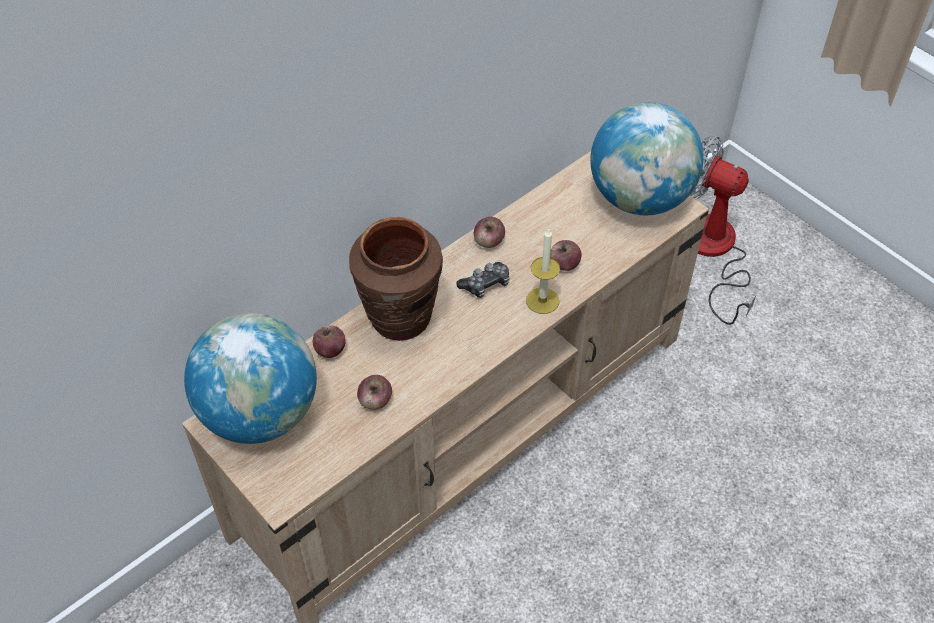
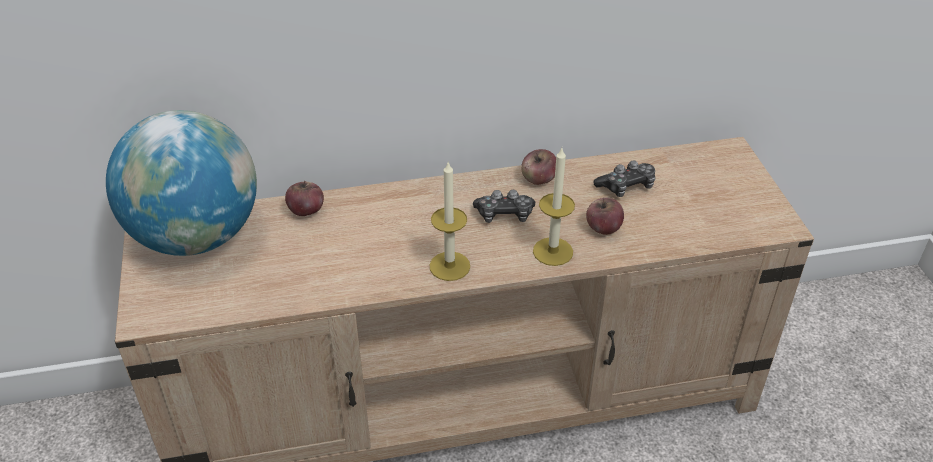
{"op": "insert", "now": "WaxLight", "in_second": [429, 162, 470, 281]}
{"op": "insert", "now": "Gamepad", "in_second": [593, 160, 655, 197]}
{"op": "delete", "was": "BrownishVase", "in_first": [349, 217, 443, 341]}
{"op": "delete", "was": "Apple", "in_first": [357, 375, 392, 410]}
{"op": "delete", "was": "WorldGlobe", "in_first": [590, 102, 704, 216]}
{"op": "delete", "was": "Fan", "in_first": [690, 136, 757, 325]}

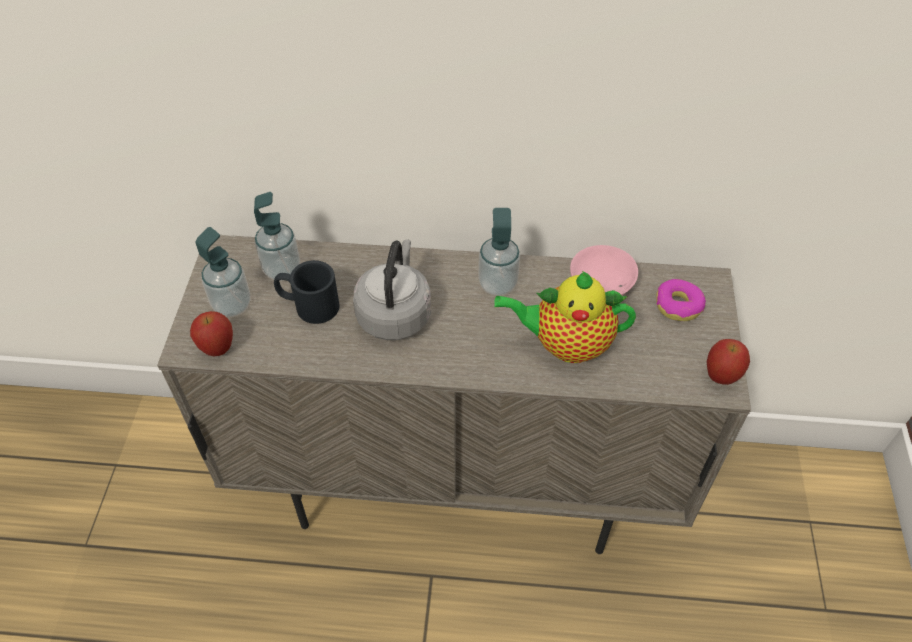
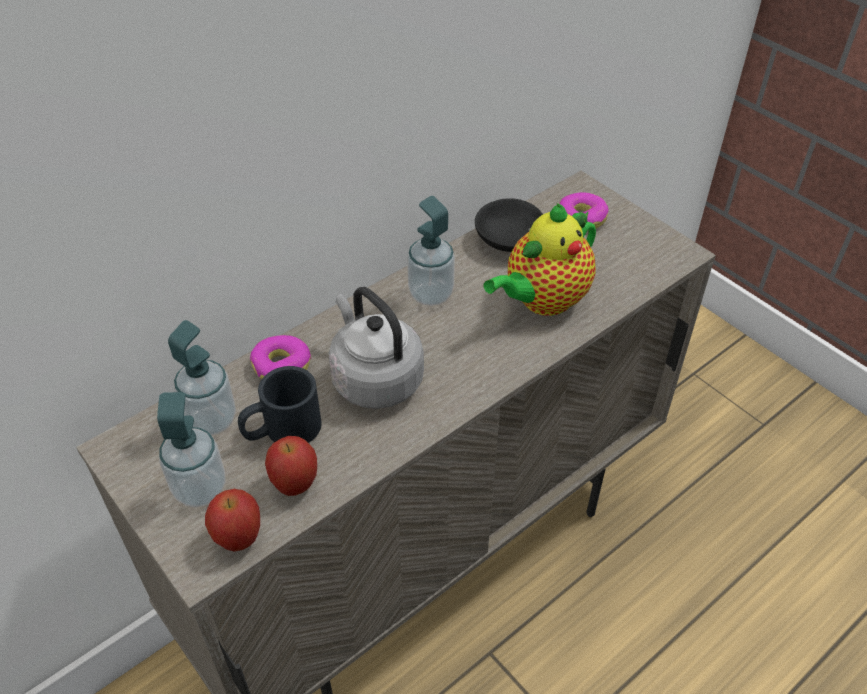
{"op": "insert", "now": "Doughnut", "in_second": [250, 335, 311, 379]}
{"op": "move", "was": "Apple", "in_first": [706, 339, 750, 385], "in_second": [265, 436, 317, 496]}
{"op": "recolor", "was": "PinkishBowl", "now": "BlackColouredBowl", "in_first": [570, 245, 638, 295], "in_second": [475, 198, 543, 252]}

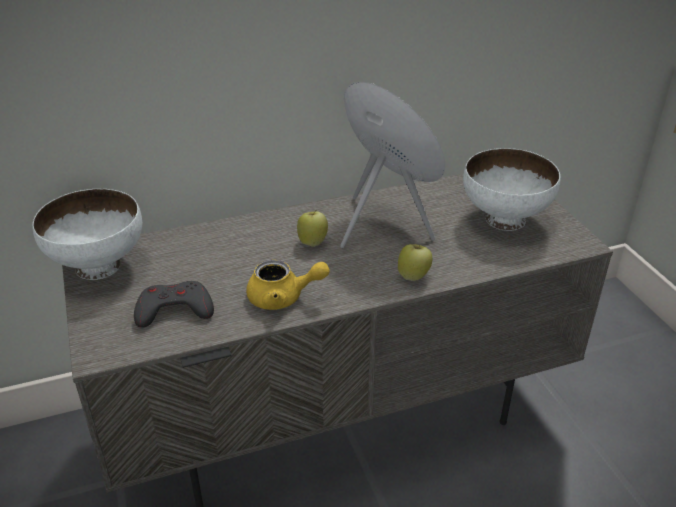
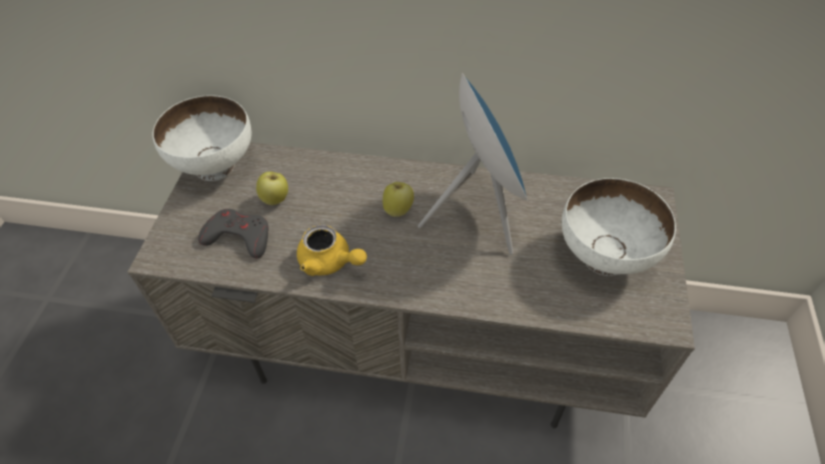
{"op": "move", "was": "Apple", "in_first": [398, 244, 432, 281], "in_second": [256, 172, 288, 205]}

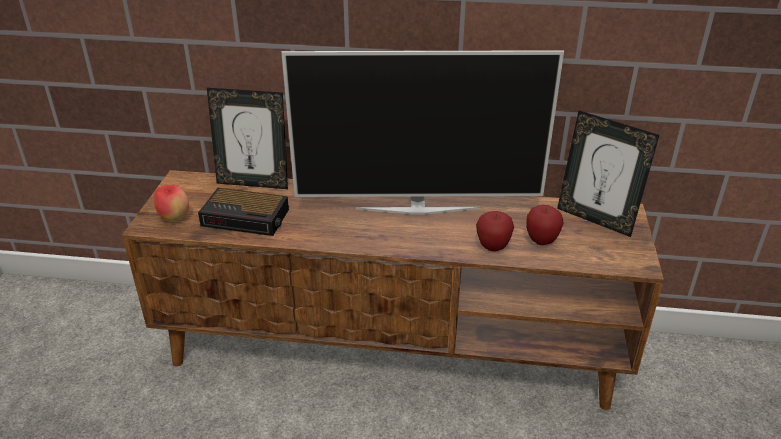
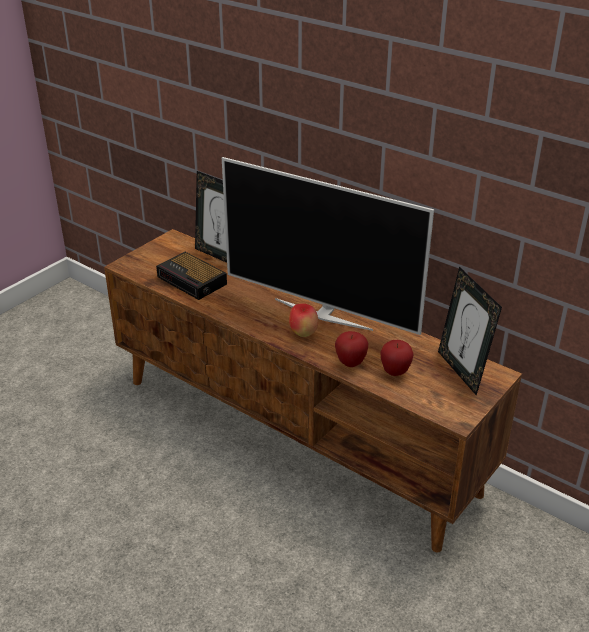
{"op": "move", "was": "Apple", "in_first": [154, 185, 189, 222], "in_second": [289, 303, 318, 337]}

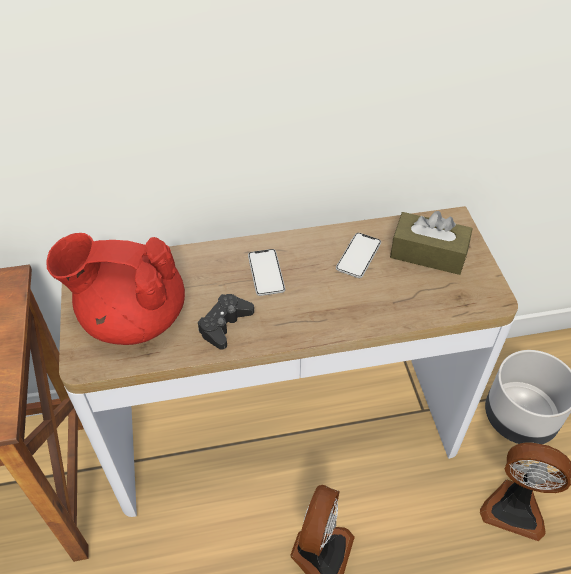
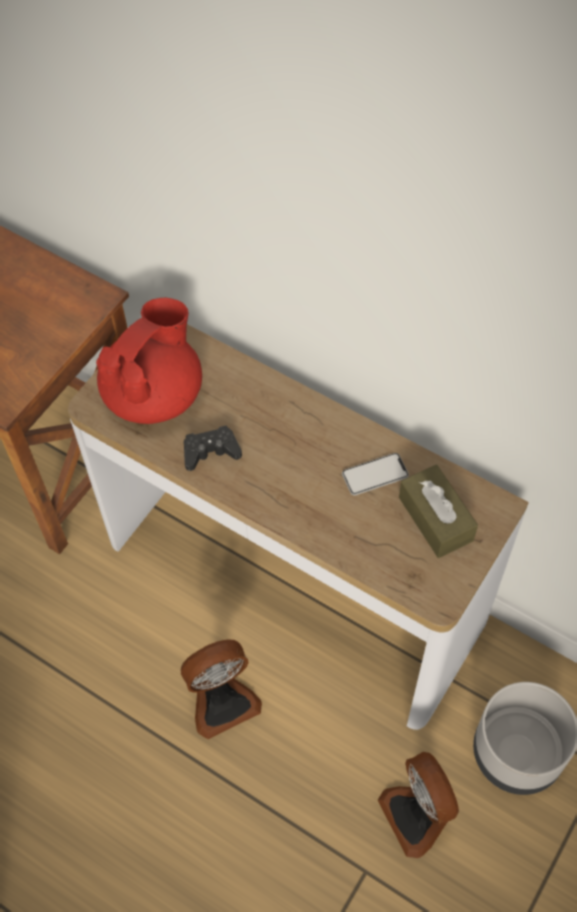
{"op": "rotate", "was": "ReddishTeapot", "in_first": [46, 233, 185, 345], "in_second": [96, 298, 202, 424], "clockwise": 75}
{"op": "delete", "was": "Telephone", "in_first": [248, 249, 285, 296]}

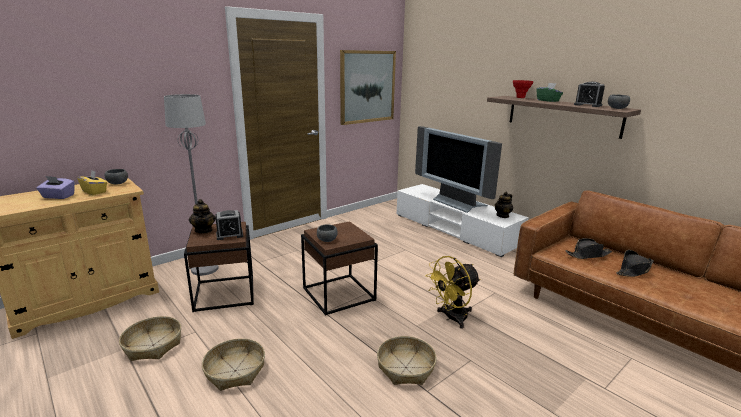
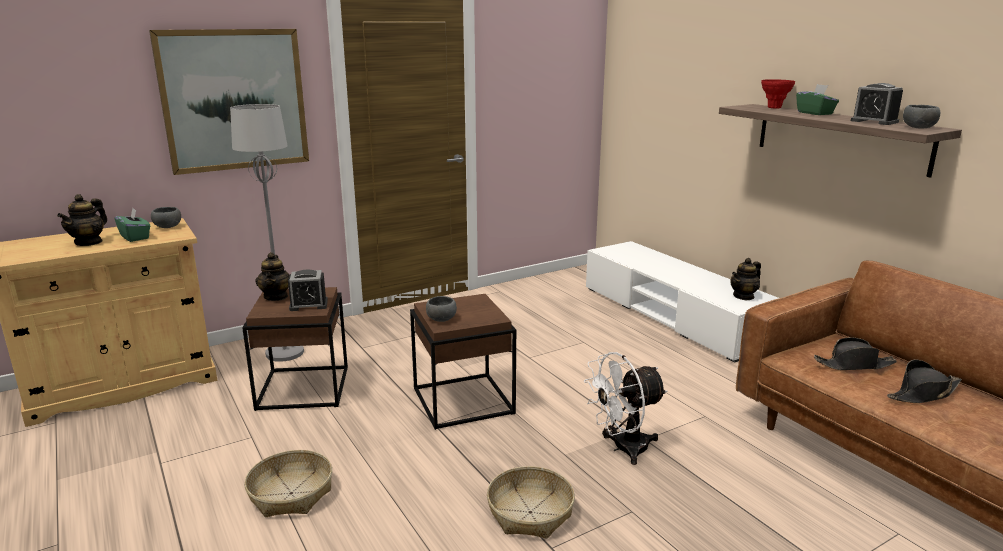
{"op": "replace", "was": "PurplishBoxOfTissues", "now": "Teapot", "in_first": [36, 176, 75, 199], "in_second": [57, 194, 107, 246]}
{"op": "recolor", "was": "YellowColouredBoxOfTissues", "now": "GreenColouredBoxOfTissues", "in_first": [77, 171, 107, 195], "in_second": [114, 208, 150, 242]}
{"op": "move", "was": "Picture", "in_first": [340, 50, 396, 125], "in_second": [149, 29, 309, 175]}
{"op": "recolor", "was": "YellowColouredFan", "now": "WhiteFan", "in_first": [426, 256, 481, 329], "in_second": [584, 352, 667, 465]}
{"op": "delete", "was": "HouseholdBasket", "in_first": [119, 316, 181, 361]}
{"op": "delete", "was": "Tv", "in_first": [415, 126, 502, 213]}

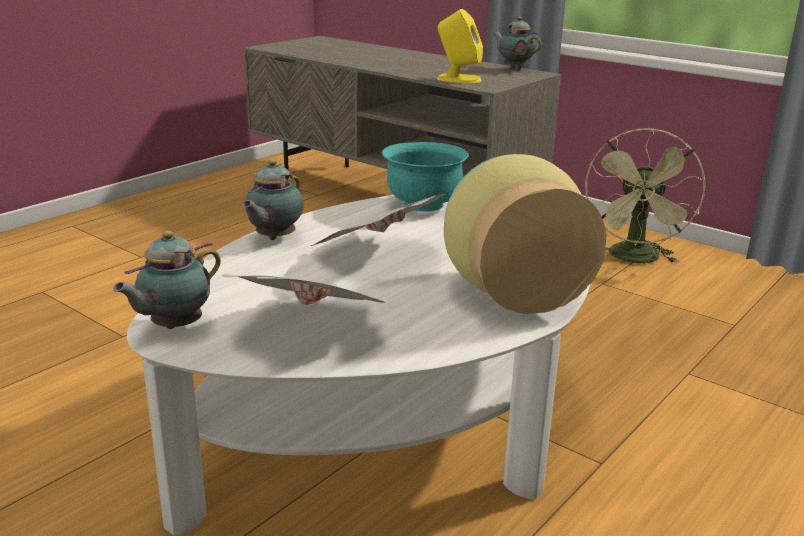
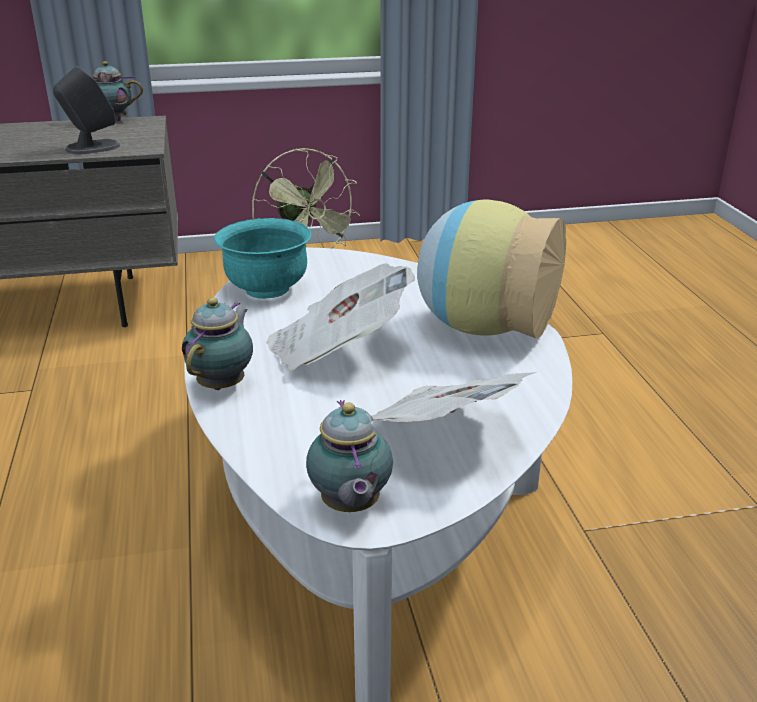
{"op": "recolor", "was": "YellowColouredLoudspeaker", "now": "GrayLoudspeaker", "in_first": [437, 9, 483, 83], "in_second": [53, 66, 120, 155]}
{"op": "rotate", "was": "Teapot", "in_first": [242, 159, 304, 240], "in_second": [182, 298, 253, 390], "clockwise": -135}

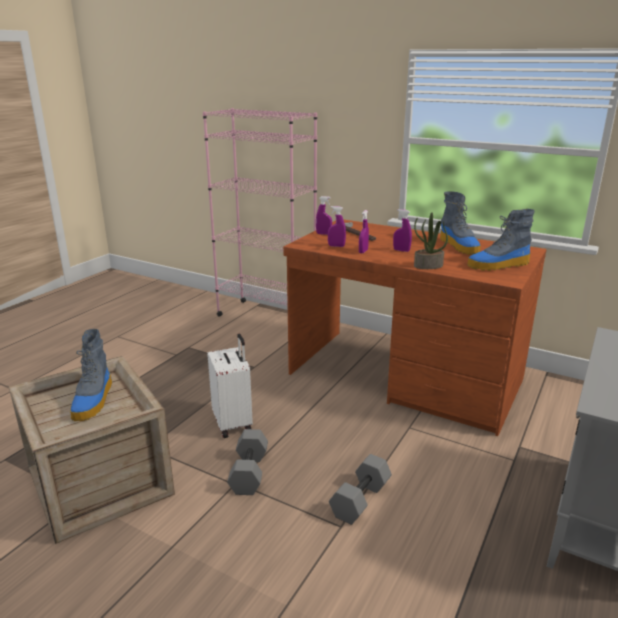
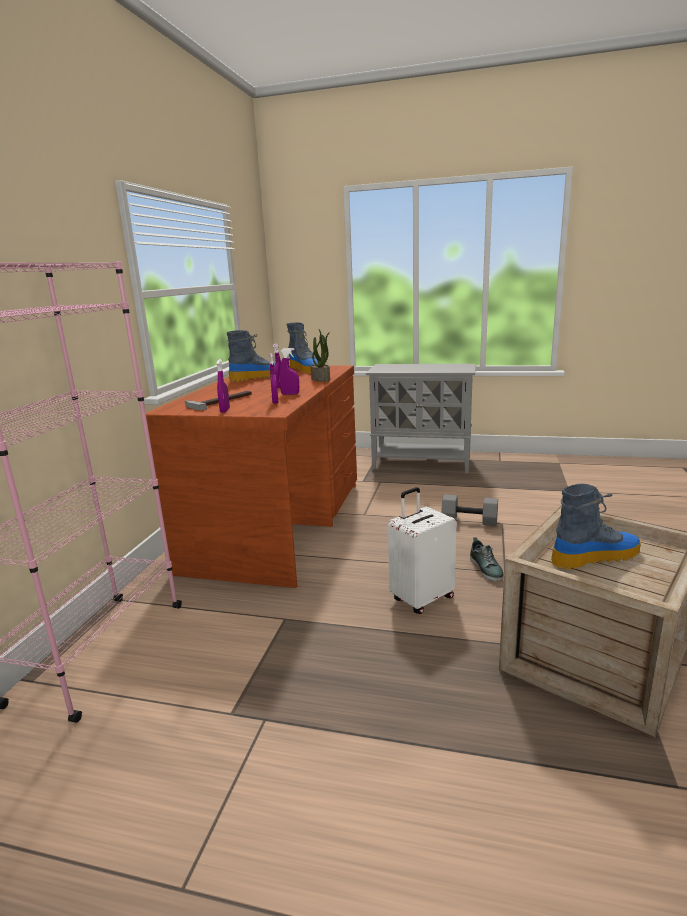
{"op": "replace", "was": "GrayFreeWeight", "now": "LowShoe", "in_first": [227, 429, 268, 495], "in_second": [470, 537, 504, 582]}

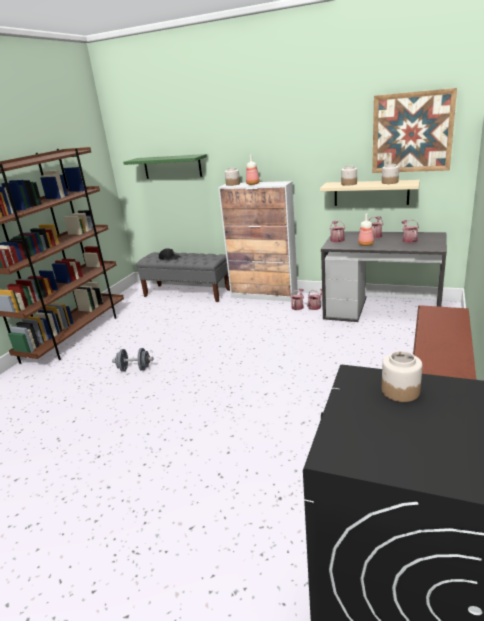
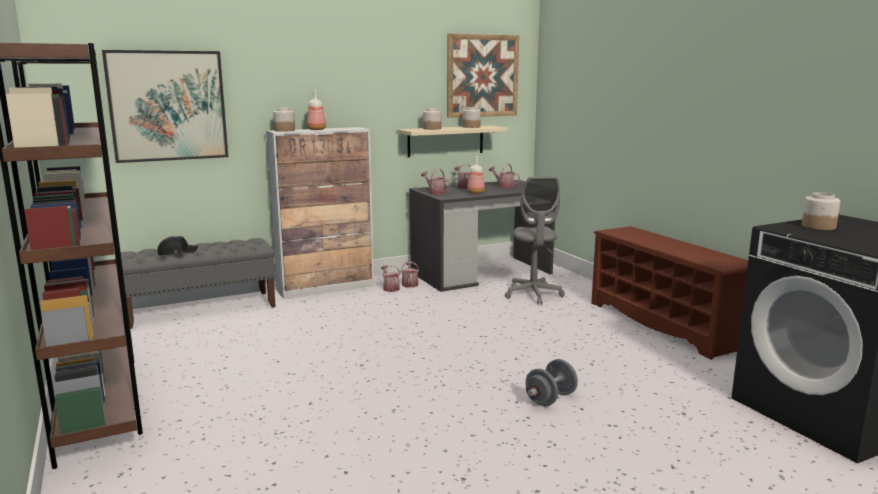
{"op": "replace", "was": "GreenColouredWallShelf", "now": "Picture", "in_first": [123, 154, 207, 179], "in_second": [102, 50, 228, 163]}
{"op": "insert", "now": "GrayOfficeChair", "in_second": [505, 176, 565, 305]}
{"op": "move", "was": "GrayFreeWeight", "in_first": [112, 348, 153, 372], "in_second": [526, 359, 578, 406]}

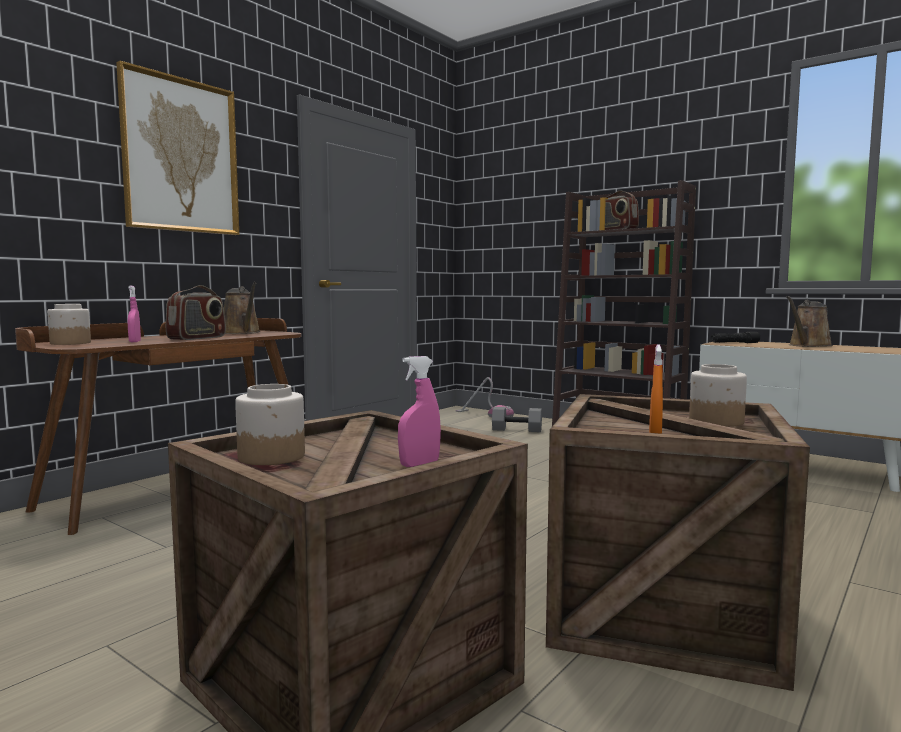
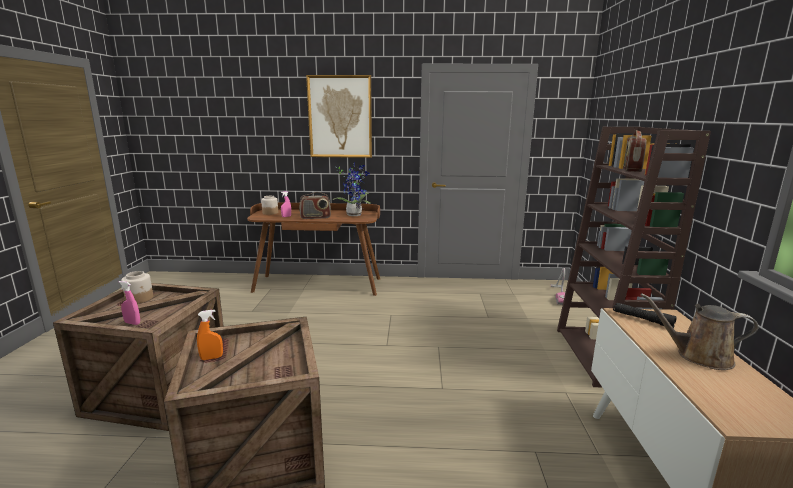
{"op": "replace", "was": "BrownishSprinklingCan", "now": "PlantInAPot", "in_first": [224, 282, 260, 334], "in_second": [333, 162, 371, 216]}
{"op": "delete", "was": "GrayFreeWeight", "in_first": [492, 407, 542, 432]}
{"op": "delete", "was": "StorageJar", "in_first": [689, 364, 747, 427]}

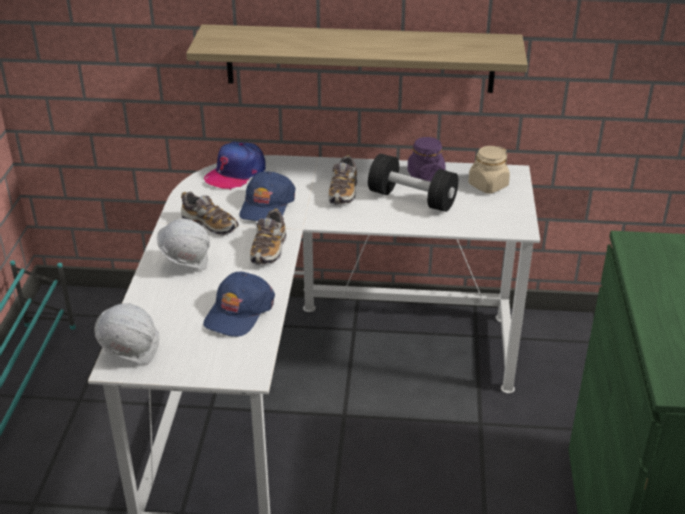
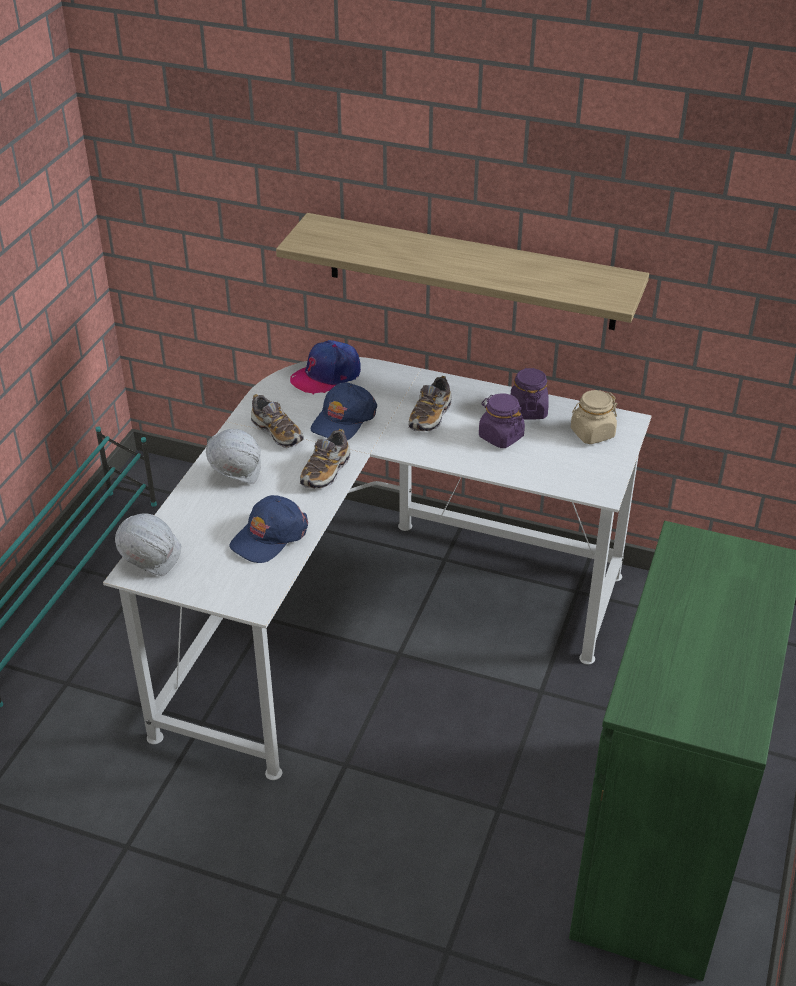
{"op": "replace", "was": "BlackColouredFreeWeight", "now": "PurplishStorageJar", "in_first": [368, 154, 458, 212], "in_second": [479, 393, 525, 448]}

